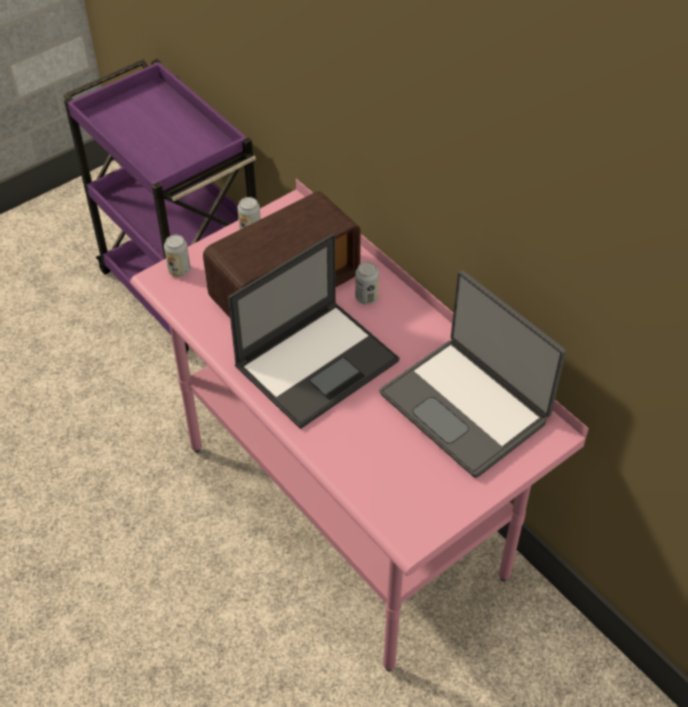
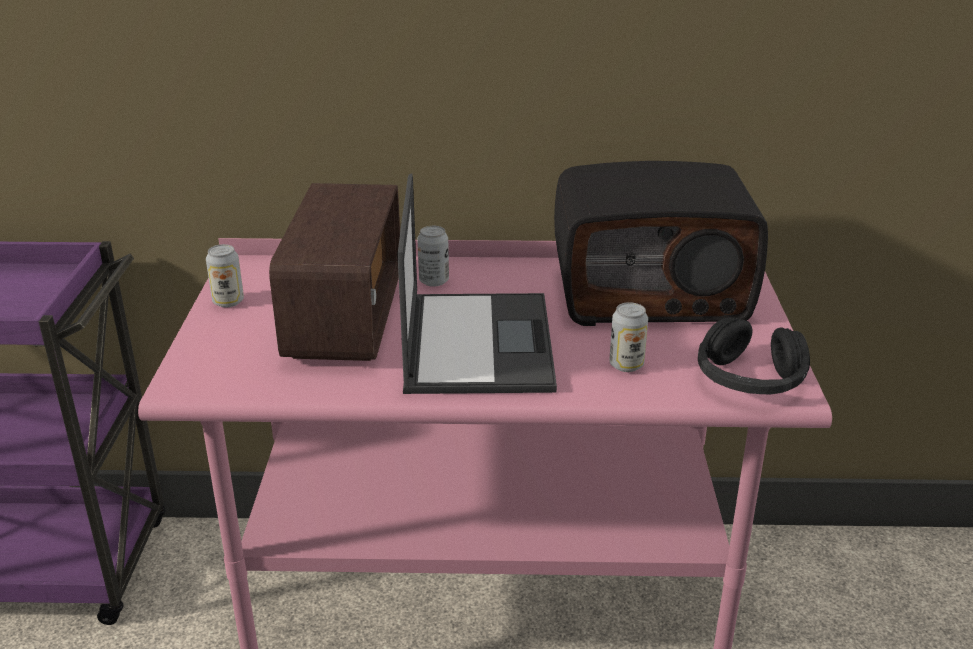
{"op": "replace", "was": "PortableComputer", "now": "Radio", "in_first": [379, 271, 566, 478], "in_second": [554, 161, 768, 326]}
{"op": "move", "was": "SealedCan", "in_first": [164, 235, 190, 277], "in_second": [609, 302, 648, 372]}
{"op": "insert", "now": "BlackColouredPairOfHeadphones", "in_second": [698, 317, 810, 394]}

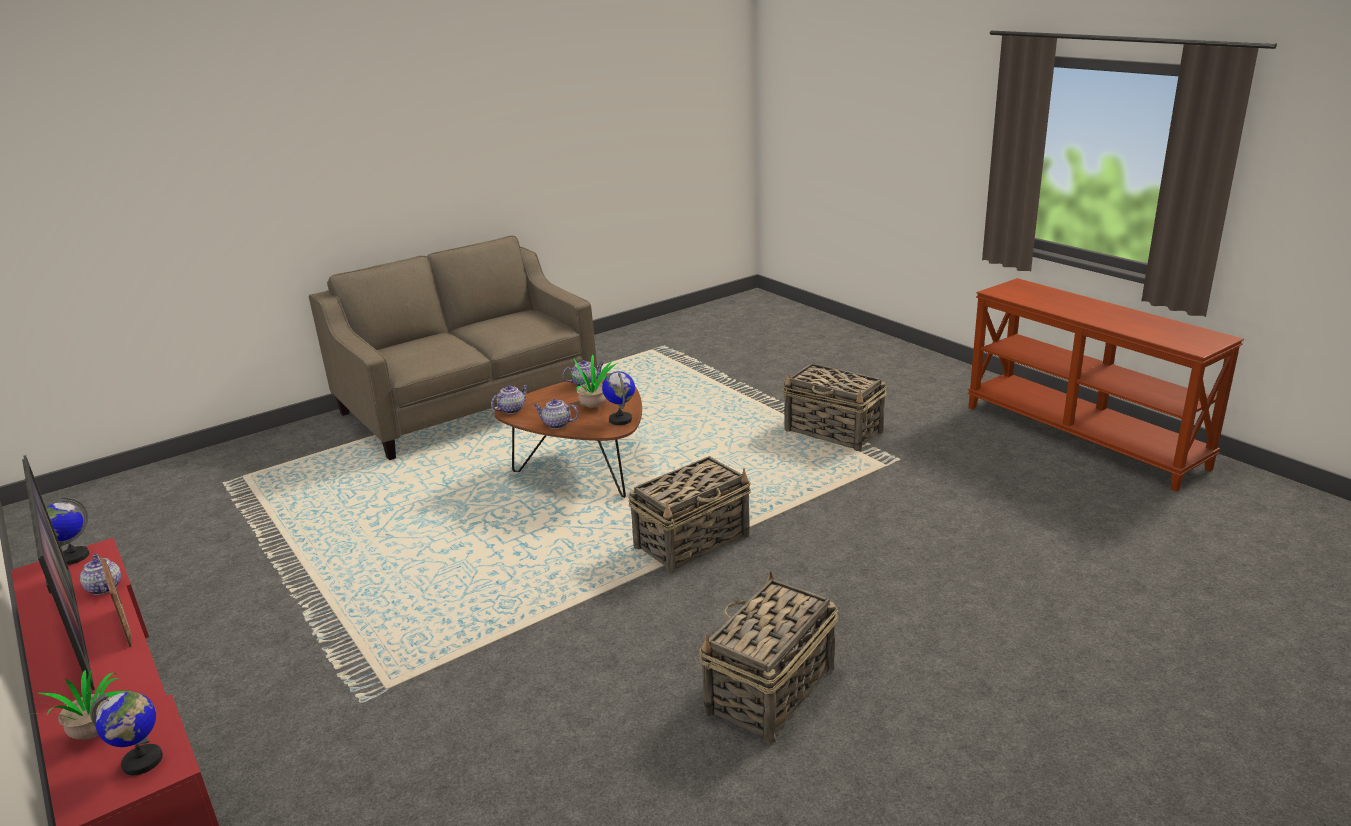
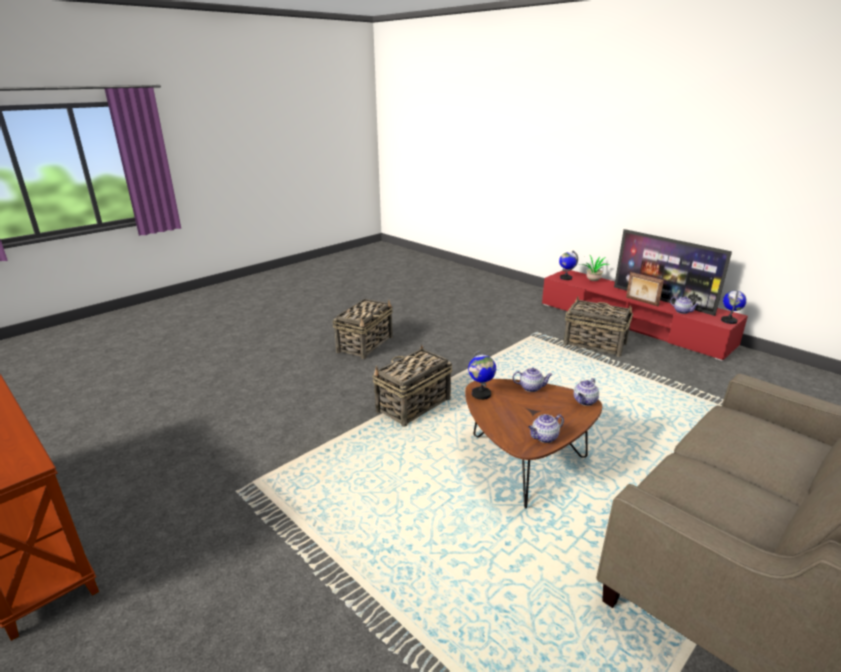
{"op": "move", "was": "HouseholdBasket", "in_first": [782, 363, 887, 452], "in_second": [563, 296, 633, 357]}
{"op": "delete", "was": "PlantInAPot", "in_first": [564, 354, 617, 408]}

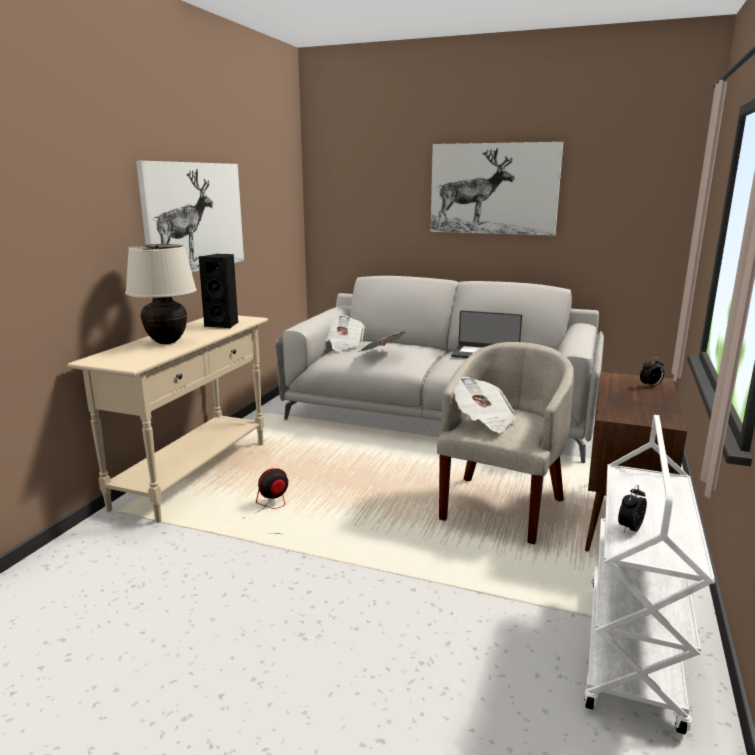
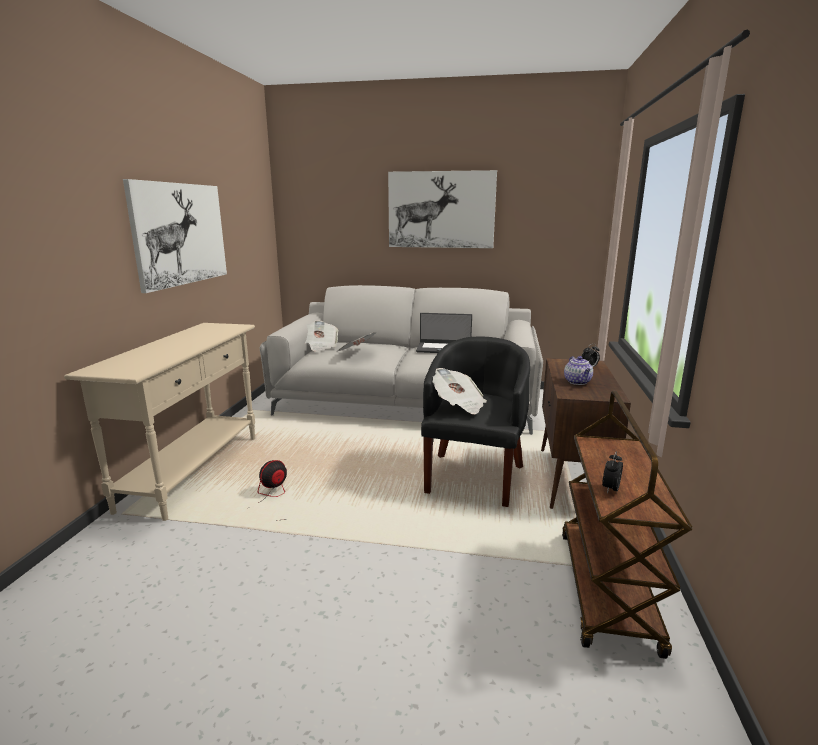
{"op": "recolor", "was": "SandColouredArmchair", "now": "BlackColouredArmchair", "in_first": [437, 342, 574, 544], "in_second": [421, 337, 530, 507]}
{"op": "recolor", "was": "WhiteCart", "now": "BrownishCart", "in_first": [584, 415, 715, 734], "in_second": [562, 391, 692, 659]}
{"op": "insert", "now": "Teapot", "in_second": [564, 356, 593, 385]}
{"op": "delete", "was": "SandColouredTabletopLamp", "in_first": [125, 244, 197, 344]}
{"op": "delete", "was": "BlackColouredLoudspeaker", "in_first": [199, 254, 238, 328]}

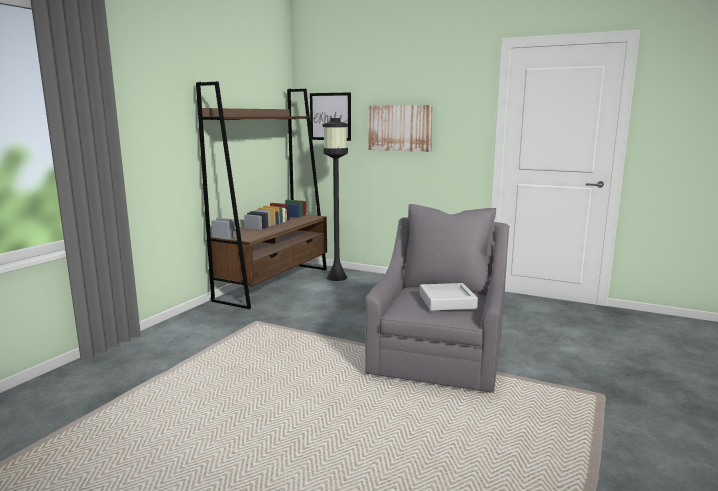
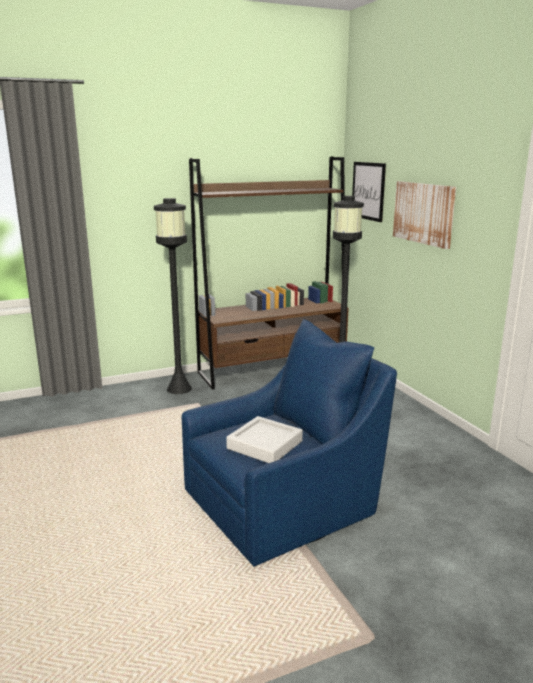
{"op": "insert", "now": "BlackColouredFloorLamp", "in_second": [154, 198, 192, 394]}
{"op": "recolor", "was": "GrayArmchair", "now": "BlueArmchair", "in_first": [365, 204, 509, 393], "in_second": [182, 319, 397, 567]}

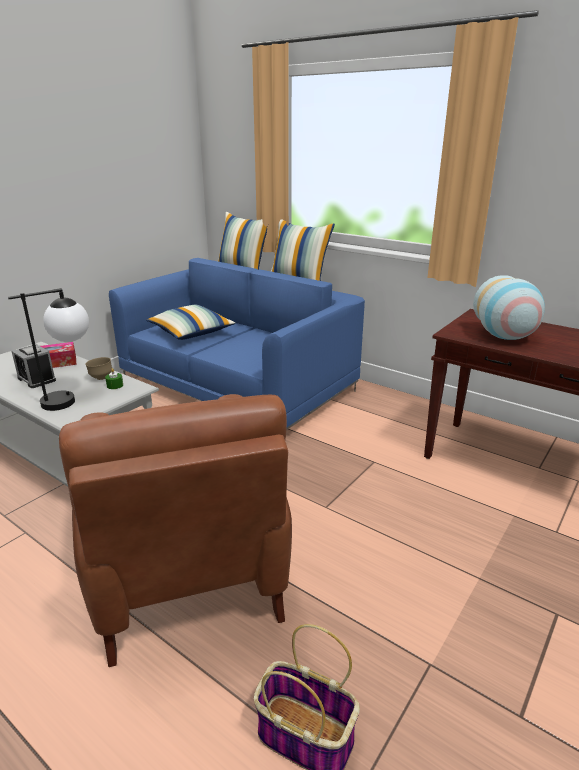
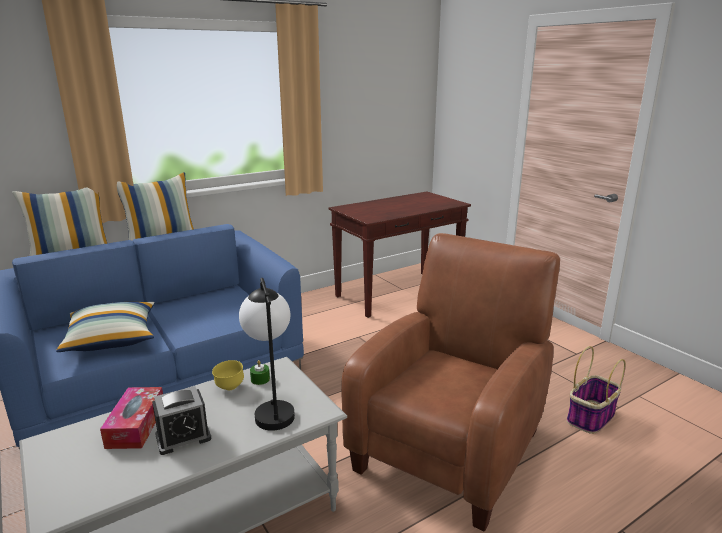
{"op": "recolor", "was": "BrownishBowl", "now": "YellowColouredBowl", "in_first": [85, 357, 112, 380], "in_second": [212, 360, 244, 390]}
{"op": "rotate", "was": "BrownishArmchair", "in_first": [59, 394, 292, 667], "in_second": [341, 233, 560, 531], "clockwise": -60}
{"op": "delete", "was": "Vase", "in_first": [473, 275, 545, 340]}

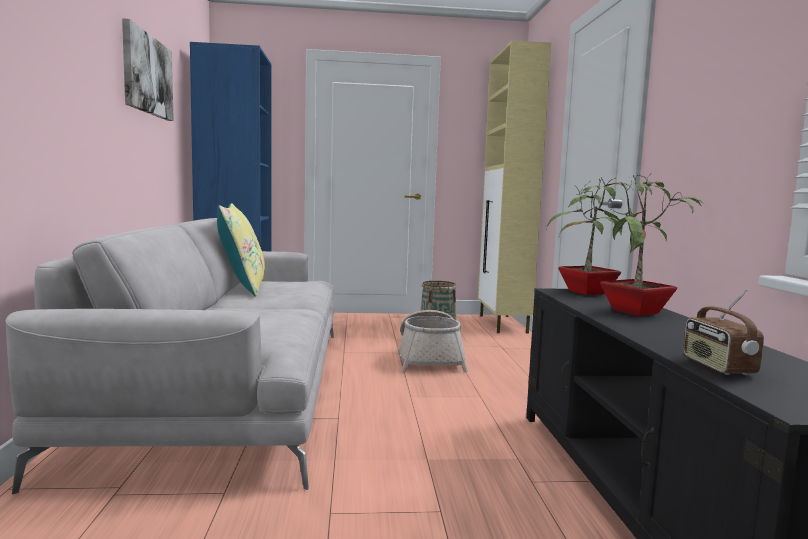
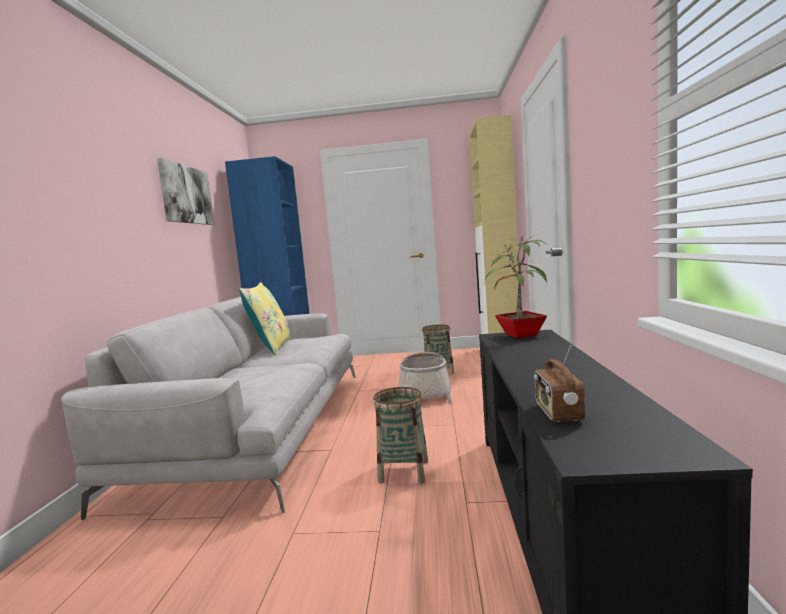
{"op": "insert", "now": "HouseholdBasket", "in_second": [373, 387, 428, 483]}
{"op": "delete", "was": "PlantInAPot", "in_first": [600, 173, 704, 316]}

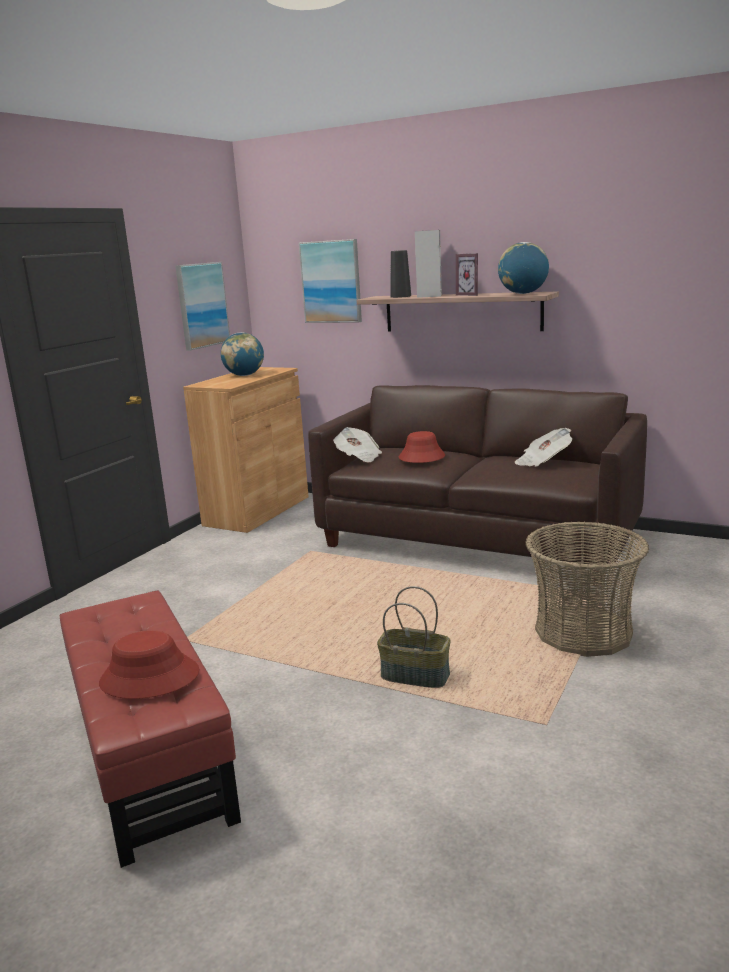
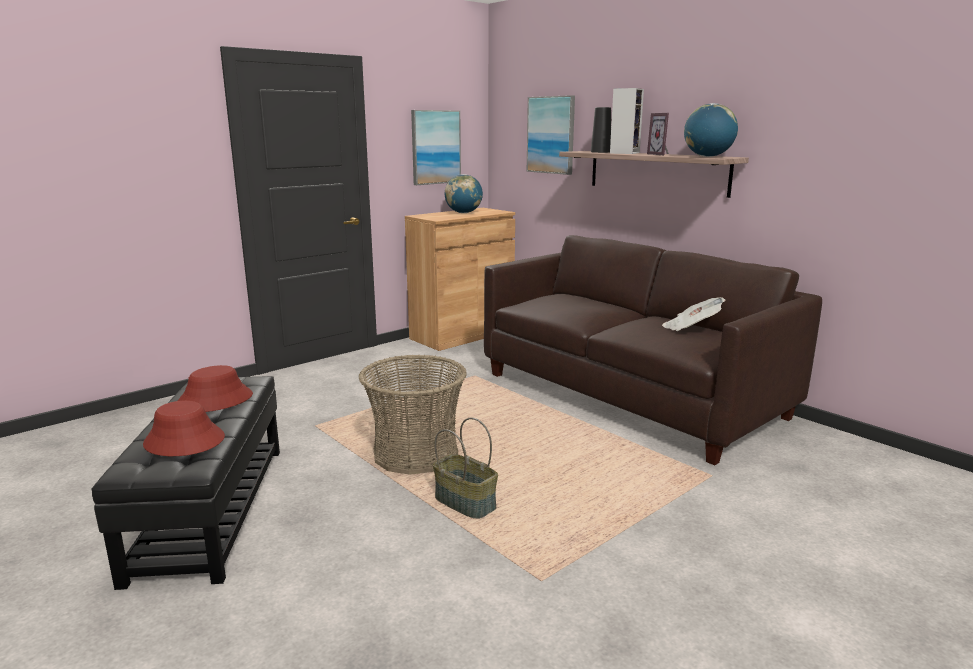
{"op": "recolor", "was": "ReddishOttoman", "now": "BlackColouredOttoman", "in_first": [60, 591, 241, 868], "in_second": [91, 376, 280, 590]}
{"op": "move", "was": "ReddishWearableHat", "in_first": [399, 431, 445, 463], "in_second": [178, 365, 253, 412]}
{"op": "move", "was": "HouseholdBasket", "in_first": [525, 521, 649, 657], "in_second": [359, 354, 467, 475]}
{"op": "delete", "was": "PrintedPaper", "in_first": [333, 427, 382, 463]}

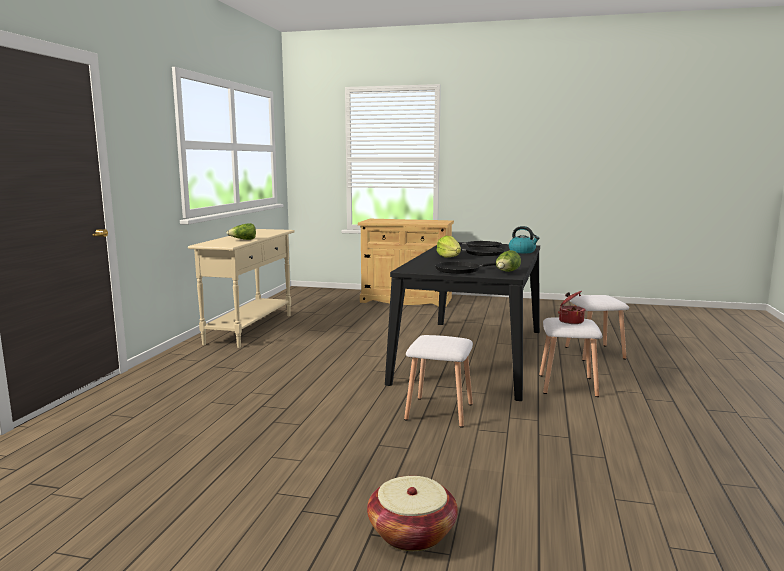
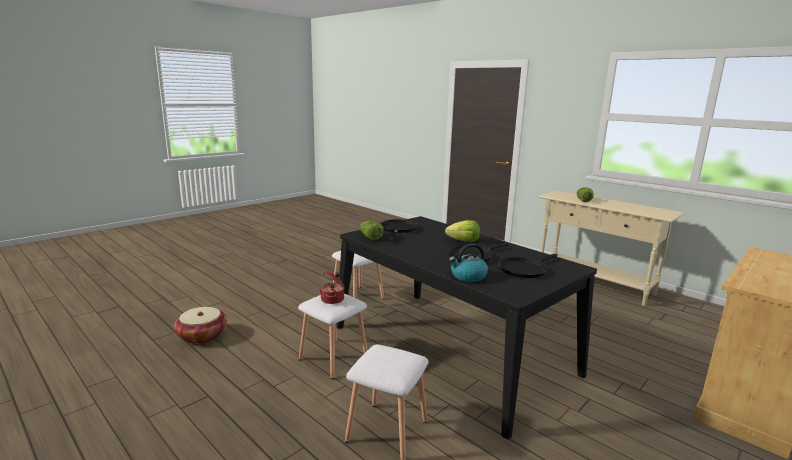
{"op": "move", "was": "HouseholdBasket", "in_first": [367, 476, 458, 551], "in_second": [174, 307, 227, 344]}

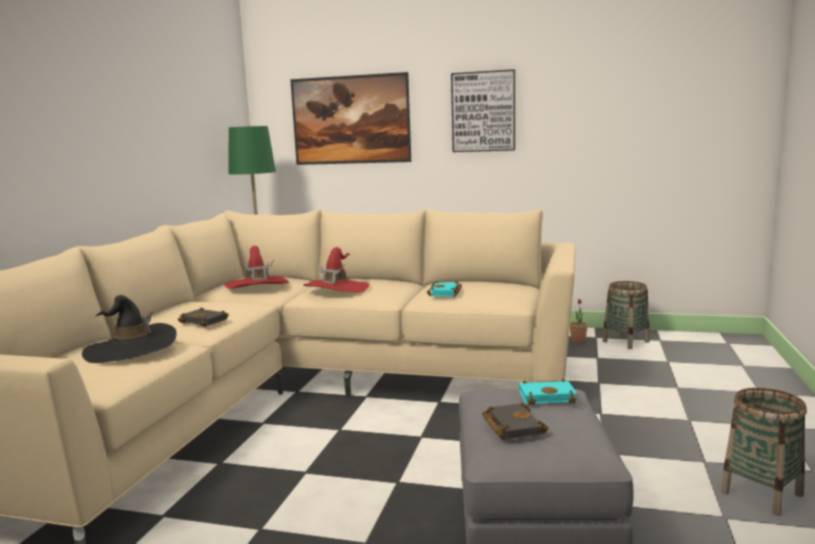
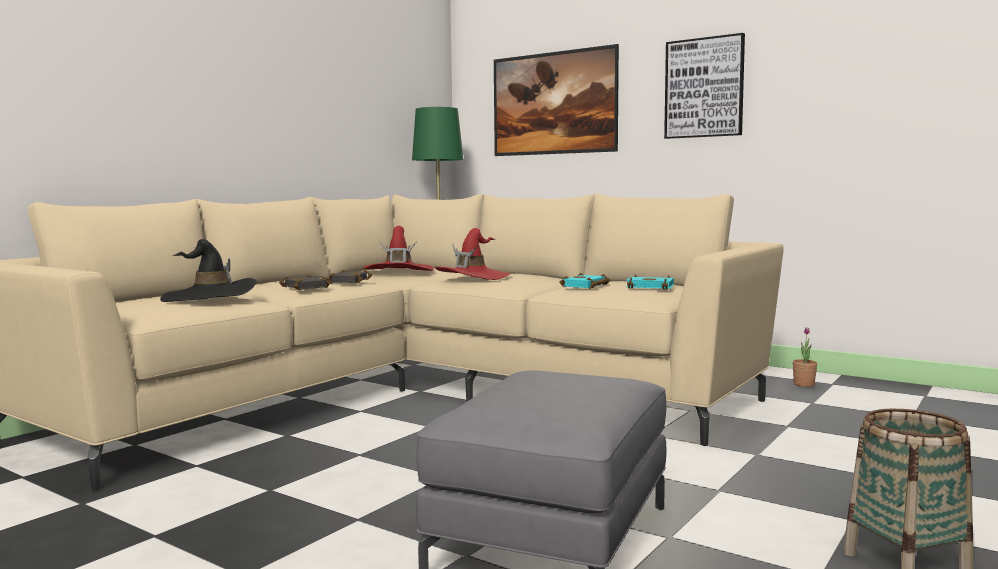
{"op": "move", "was": "BlackColouredVolume", "in_first": [482, 403, 548, 440], "in_second": [327, 270, 372, 284]}
{"op": "move", "was": "TurquoiseVolume", "in_first": [519, 379, 577, 405], "in_second": [626, 274, 674, 290]}
{"op": "delete", "was": "HouseholdBasket", "in_first": [603, 281, 650, 349]}

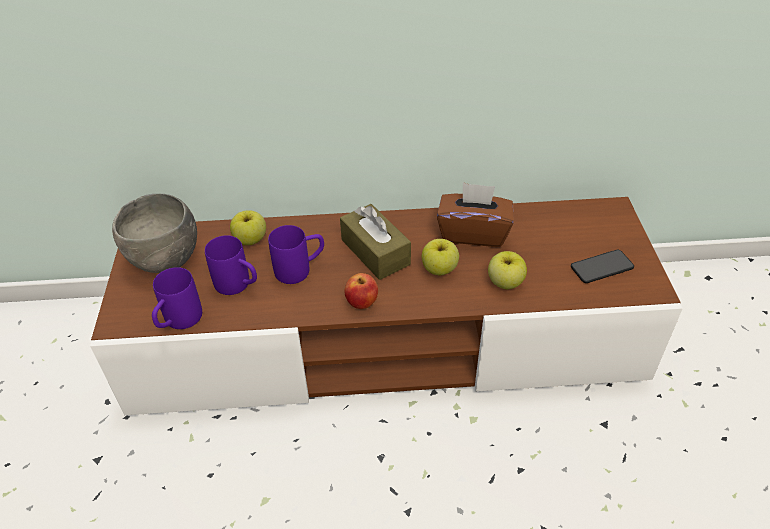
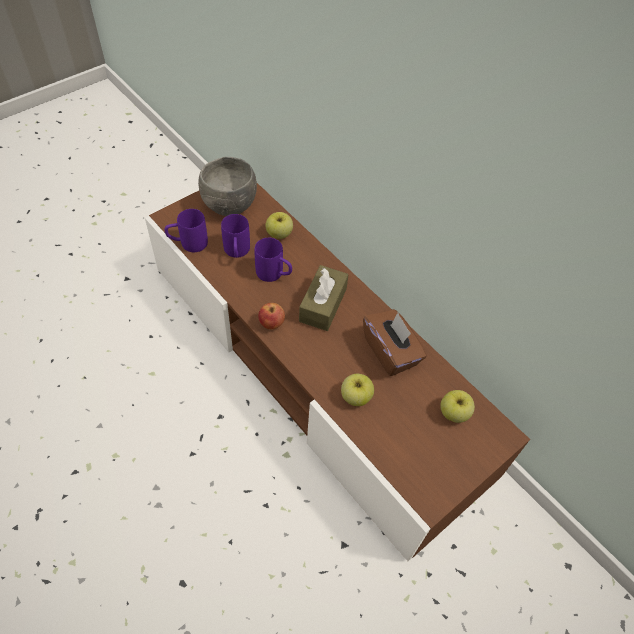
{"op": "move", "was": "Apple", "in_first": [422, 239, 459, 275], "in_second": [440, 390, 475, 423]}
{"op": "delete", "was": "Telephone", "in_first": [571, 250, 634, 283]}

